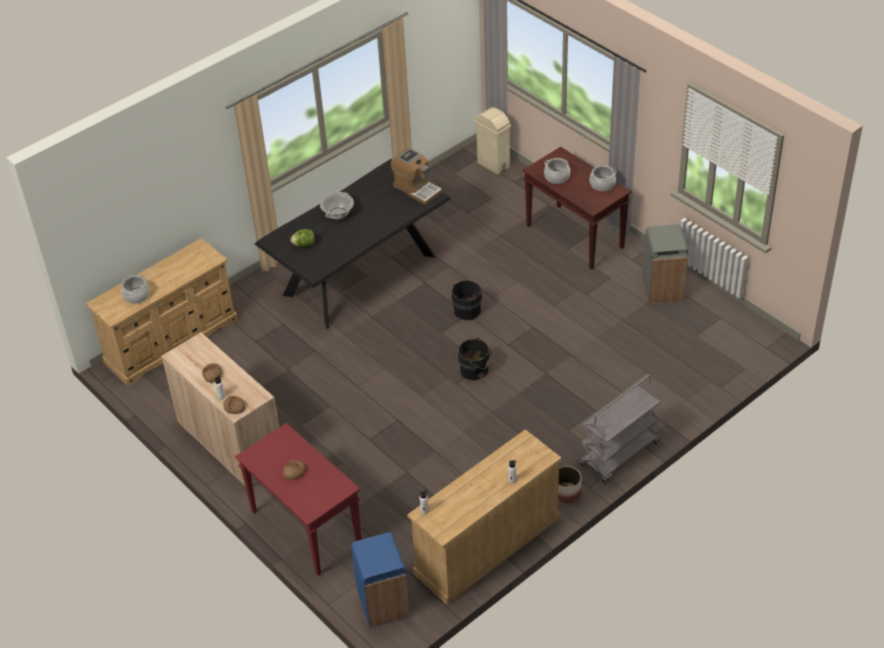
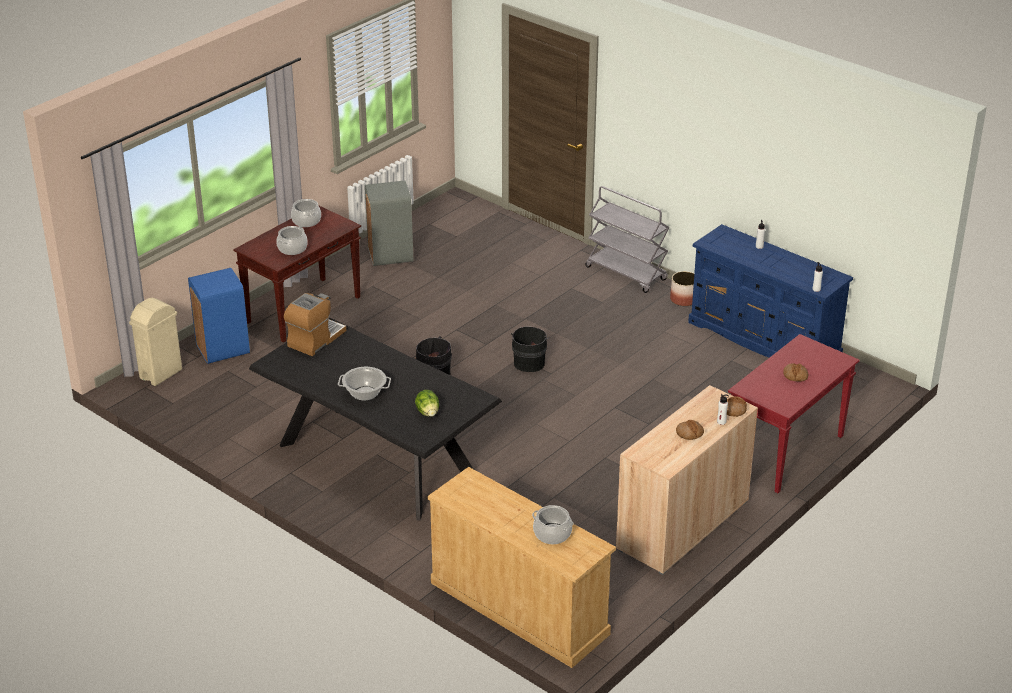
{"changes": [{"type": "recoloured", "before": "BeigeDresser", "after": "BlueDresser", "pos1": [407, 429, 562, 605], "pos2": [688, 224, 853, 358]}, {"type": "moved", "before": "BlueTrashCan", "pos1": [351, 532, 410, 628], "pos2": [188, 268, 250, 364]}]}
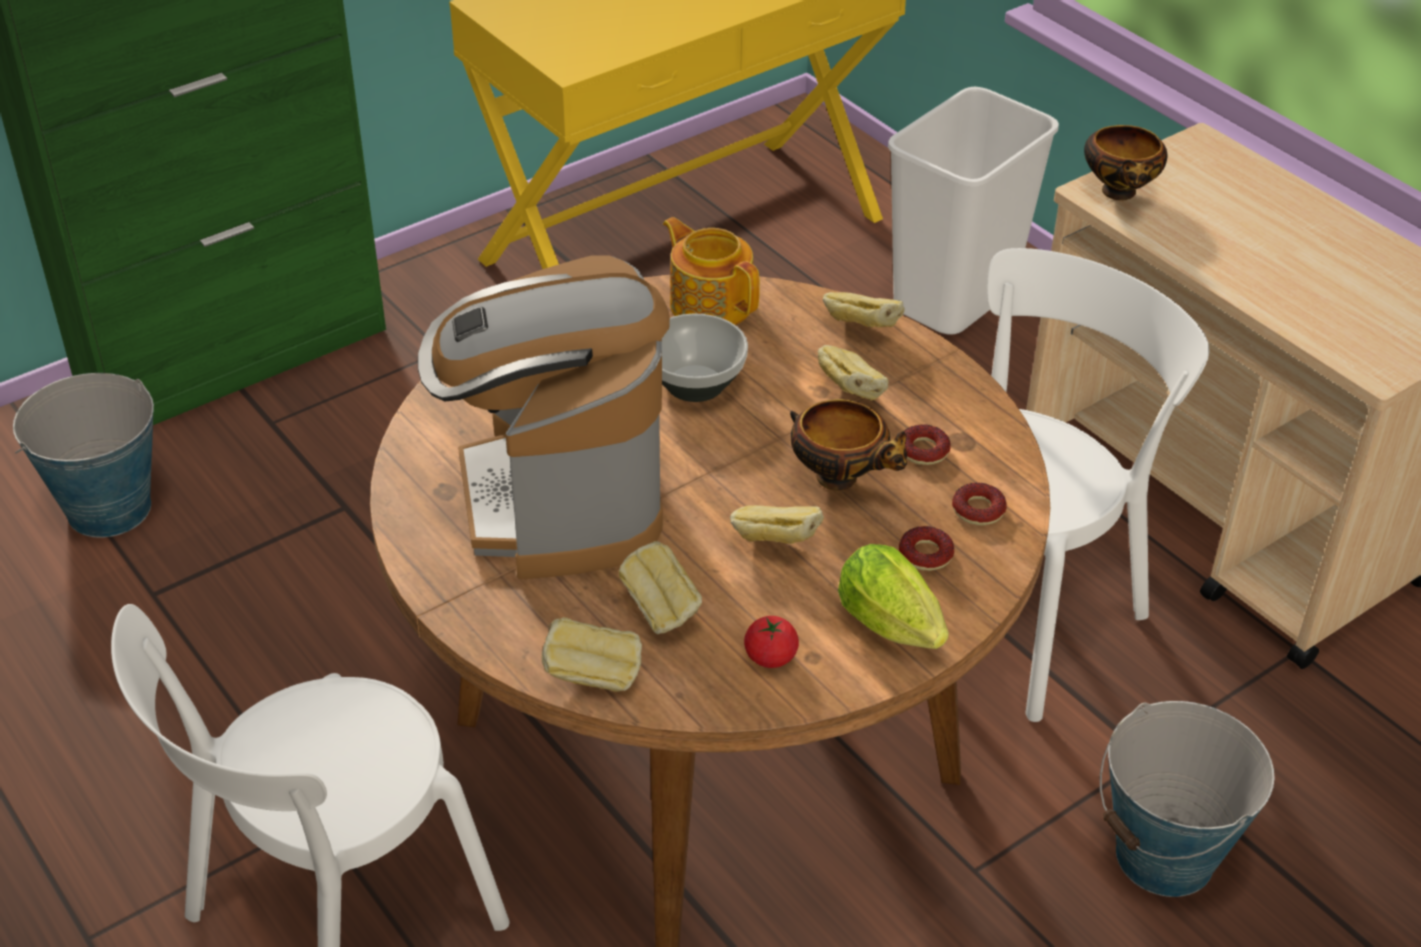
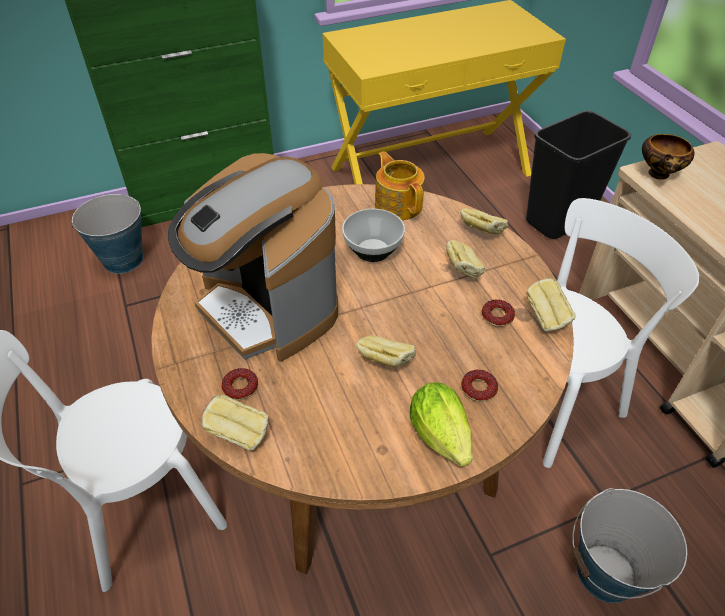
{"changes": [{"type": "recoloured", "before": "WhiteTrashCan", "after": "BlackTrashCan", "pos1": [888, 87, 1059, 335], "pos2": [526, 111, 631, 239]}, {"type": "turned", "before": "CoffeeMachine", "pos1": [418, 255, 670, 579], "pos2": [168, 153, 338, 362], "turn": -45}, {"type": "removed", "before": "Bowl", "pos1": [790, 399, 907, 491]}, {"type": "moved", "before": "Donut", "pos1": [952, 483, 1006, 525], "pos2": [222, 368, 258, 400]}, {"type": "moved", "before": "Bread", "pos1": [619, 541, 702, 634], "pos2": [526, 278, 576, 331]}, {"type": "removed", "before": "Tomato", "pos1": [744, 616, 799, 668]}]}
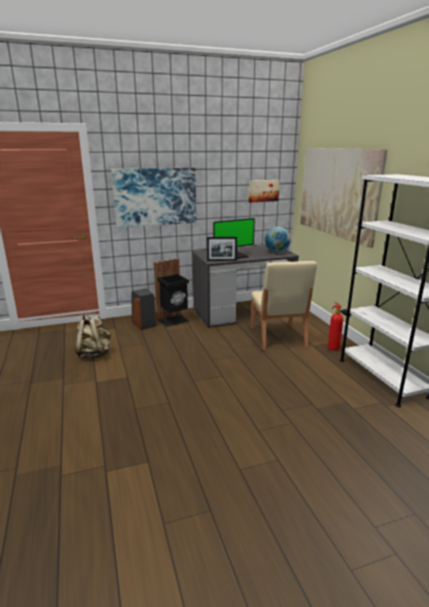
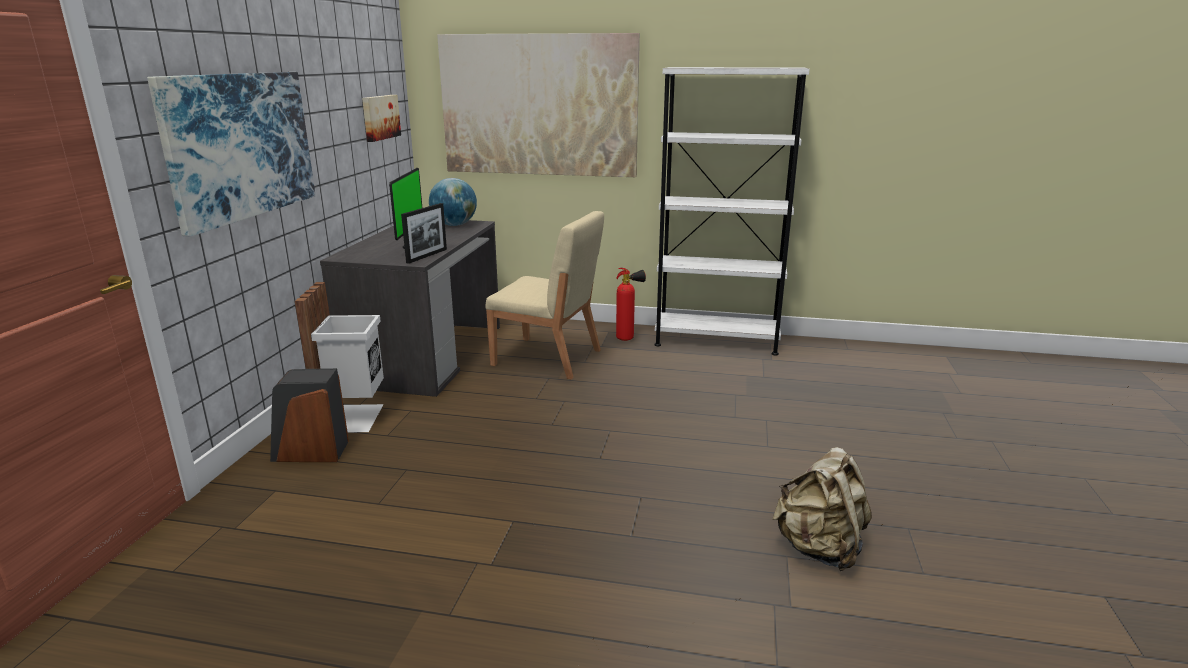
{"changes": [{"type": "recoloured", "before": "BlackTrashCan", "after": "WhiteTrashCan", "pos1": [154, 258, 189, 327], "pos2": [295, 282, 384, 433]}, {"type": "moved", "before": "BeigeBackpack", "pos1": [75, 315, 111, 358], "pos2": [772, 447, 872, 571]}]}
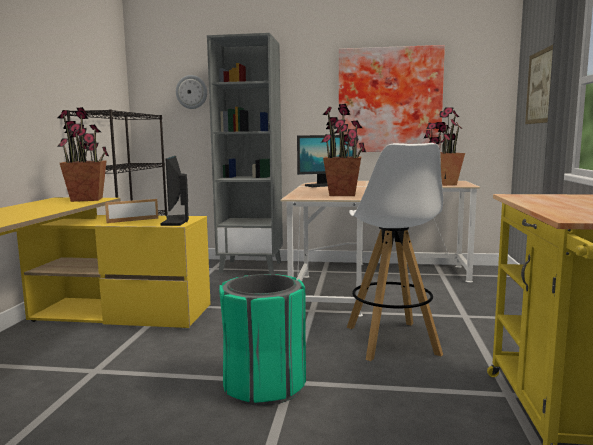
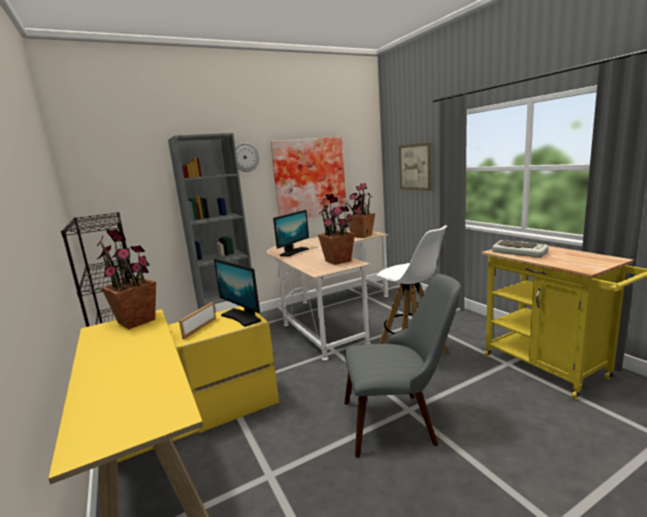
{"changes": [{"type": "moved", "before": "WallClock", "pos1": [176, 75, 207, 109], "pos2": [235, 143, 259, 172]}, {"type": "replaced", "before": "GreenTrashCan", "after": "GreyChair", "pos1": [219, 274, 306, 406], "pos2": [344, 274, 461, 458]}, {"type": "added", "after": "Keyboard", "pos2": [492, 240, 549, 258]}]}
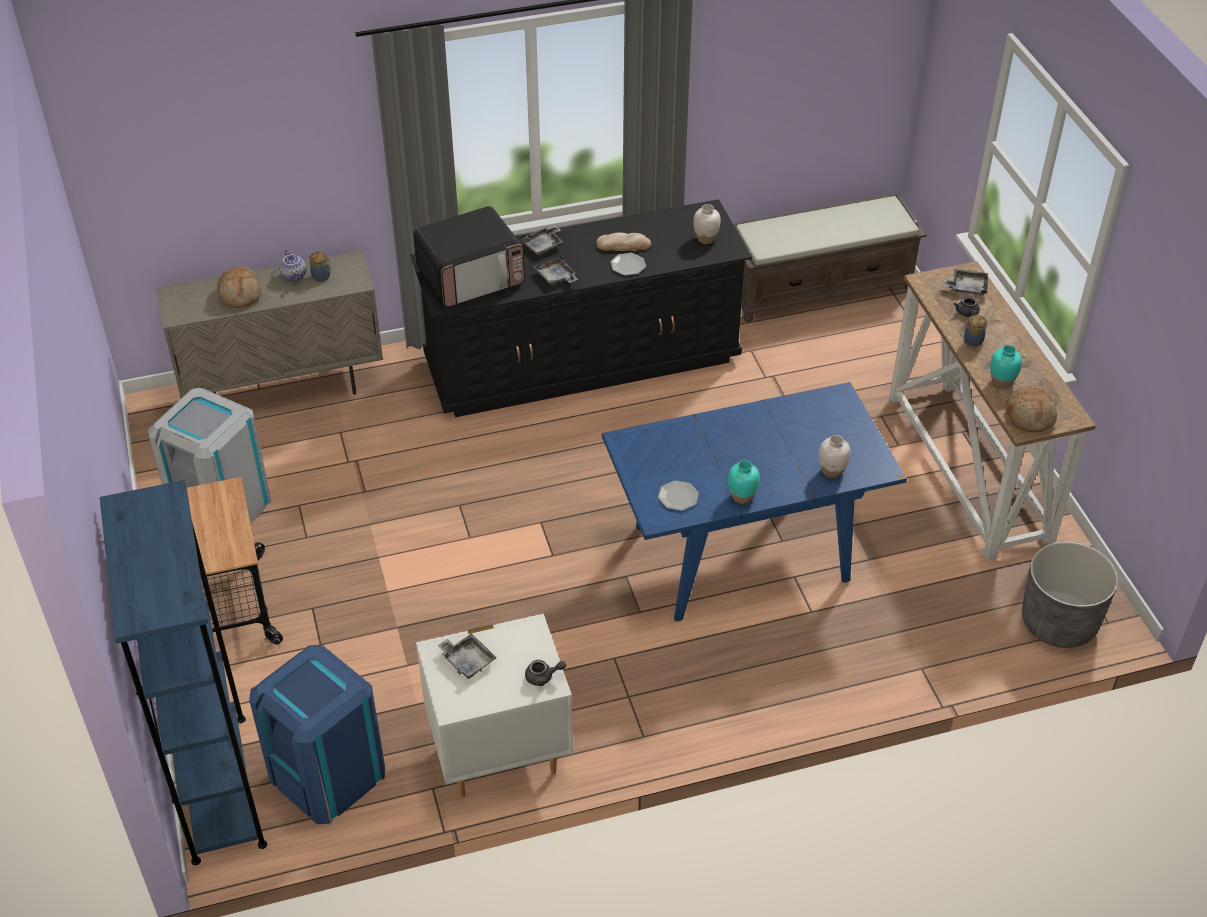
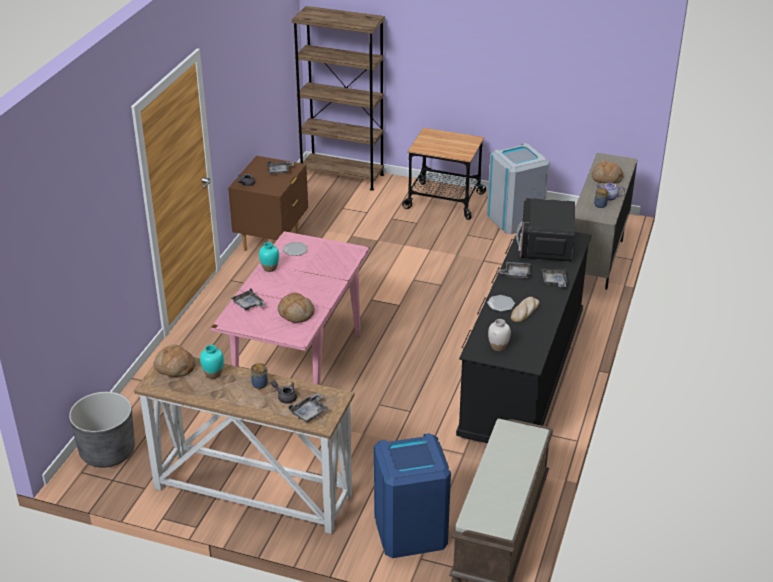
{"changes": [{"type": "recoloured", "before": "BlueDiningTable", "after": "PinkDiningTable", "pos1": [602, 382, 907, 621], "pos2": [210, 231, 370, 385]}, {"type": "replaced", "before": "WhiteVase", "after": "GreyTray", "pos1": [819, 435, 851, 478], "pos2": [231, 288, 266, 310]}, {"type": "recoloured", "before": "BlueBookcase", "after": "BrownBookcase", "pos1": [99, 480, 267, 865], "pos2": [292, 6, 385, 191]}, {"type": "recoloured", "before": "WhiteNightstand", "after": "BrownNightstand", "pos1": [416, 613, 573, 797], "pos2": [228, 156, 308, 251]}, {"type": "moved", "before": "BlueTrashCan", "pos1": [249, 645, 385, 824], "pos2": [374, 433, 451, 558]}, {"type": "added", "after": "Bread", "pos2": [278, 292, 315, 323]}]}
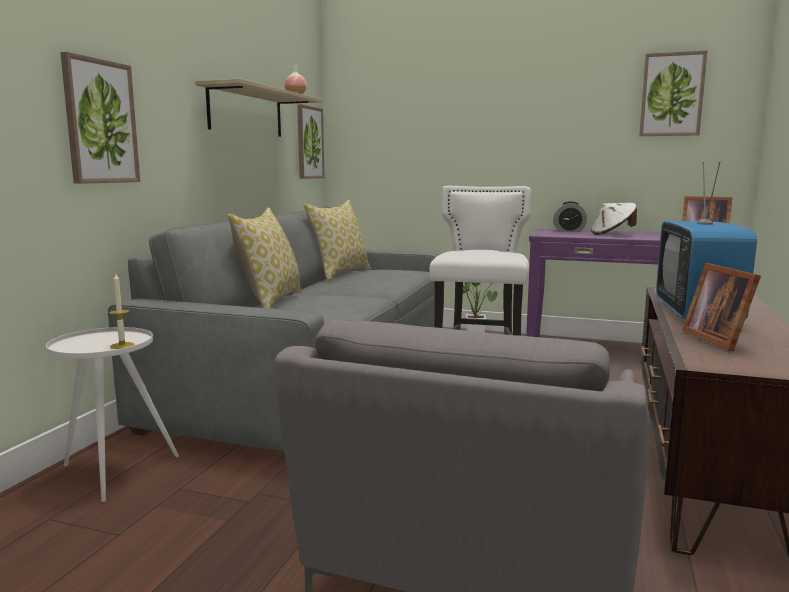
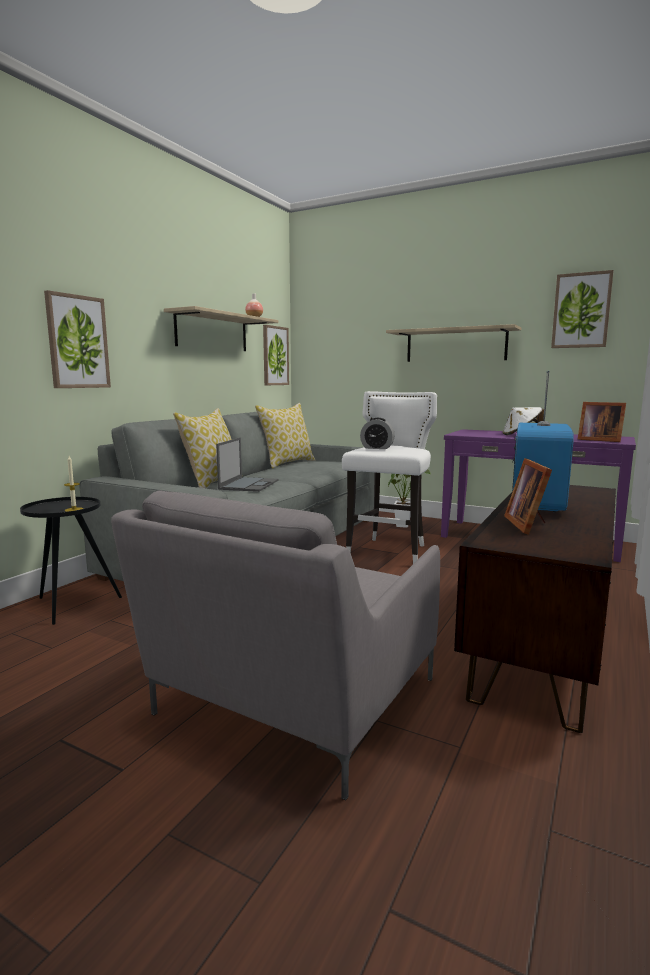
{"changes": [{"type": "moved", "before": "AlarmClock", "pos1": [553, 201, 587, 232], "pos2": [360, 418, 395, 449]}, {"type": "recoloured", "before": "WhiteSideTable", "after": "BlackSideTable", "pos1": [46, 327, 179, 502], "pos2": [20, 497, 122, 625]}, {"type": "added", "after": "Shelf", "pos2": [386, 324, 521, 362]}, {"type": "added", "after": "Laptop", "pos2": [216, 438, 278, 492]}]}
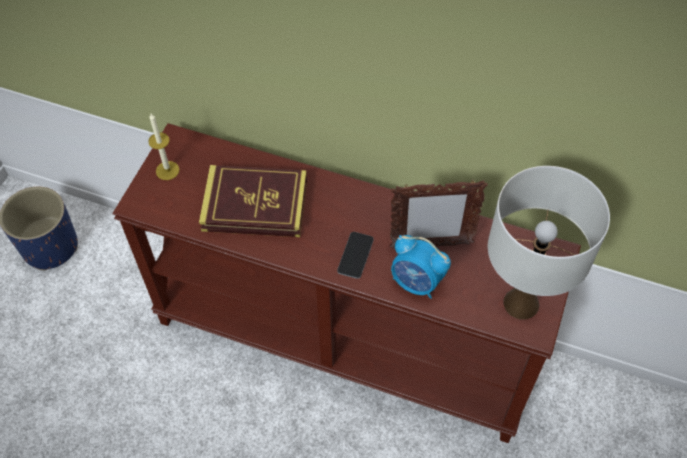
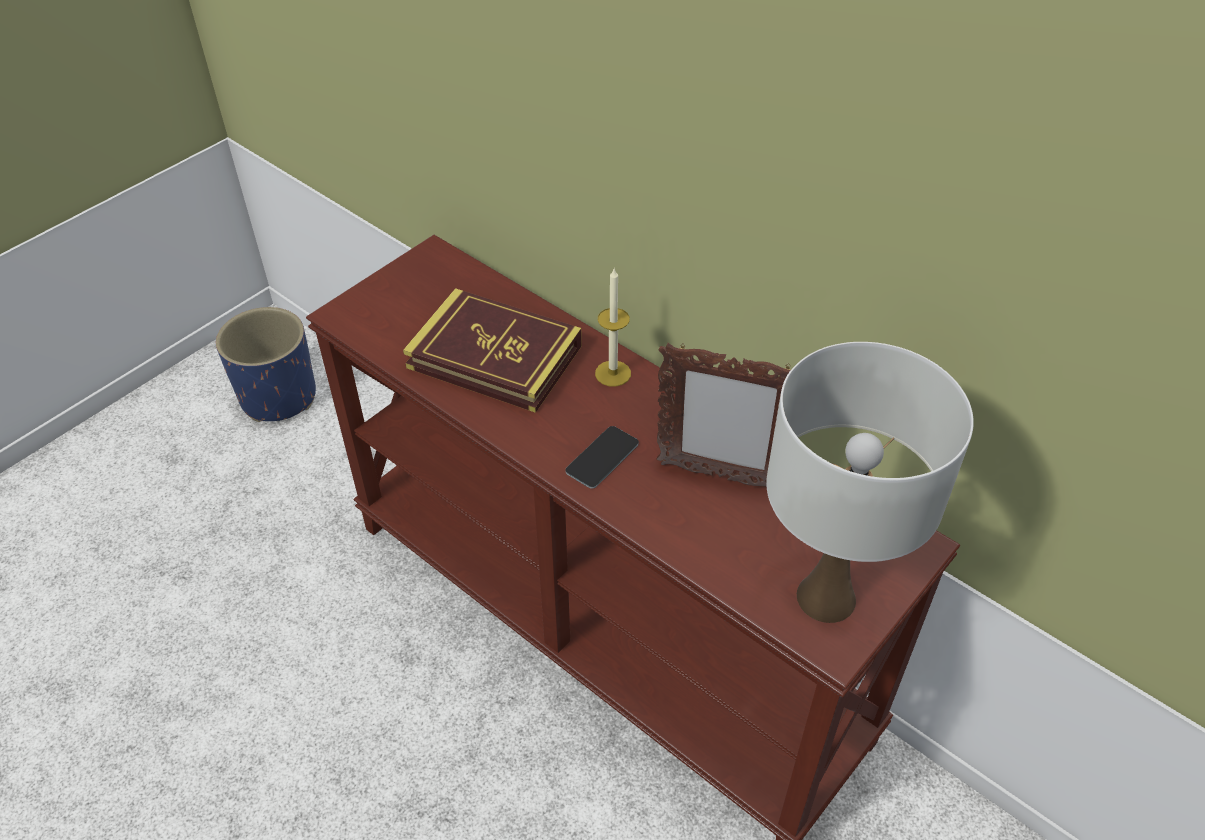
{"changes": [{"type": "moved", "before": "Candle", "pos1": [148, 114, 180, 180], "pos2": [595, 269, 631, 387]}, {"type": "removed", "before": "AlarmClock", "pos1": [391, 235, 451, 299]}]}
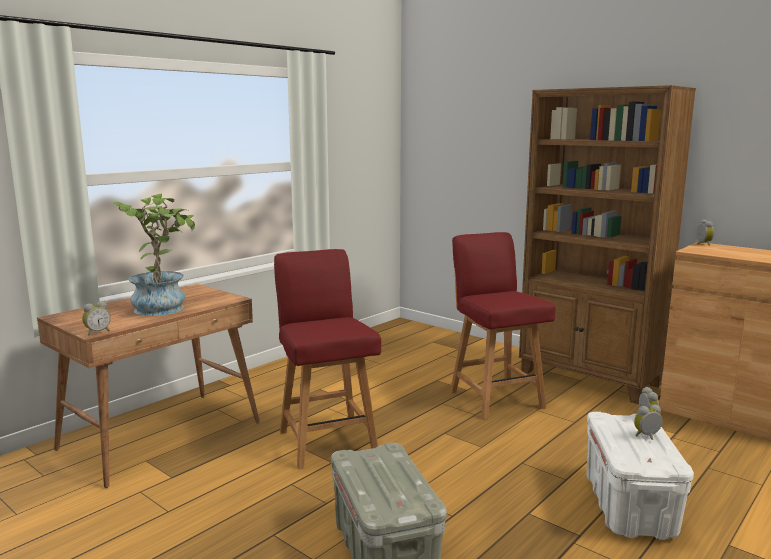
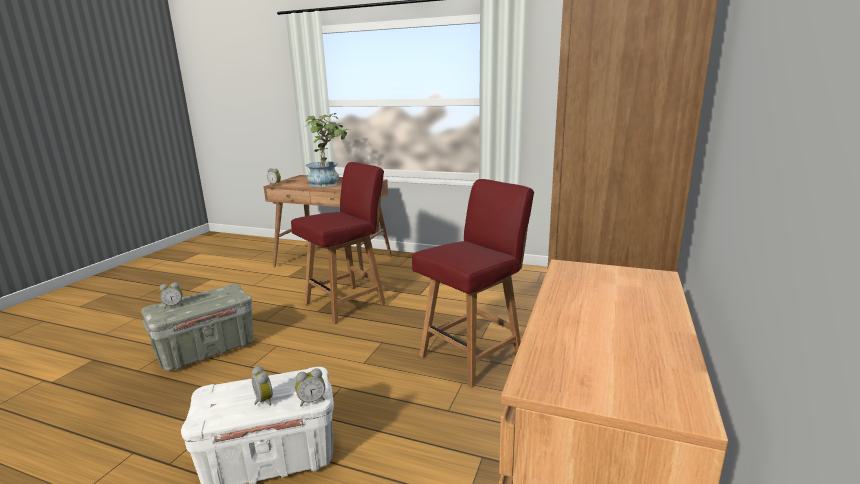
{"changes": [{"type": "moved", "before": "AlarmClock", "pos1": [696, 219, 714, 246], "pos2": [160, 282, 183, 308]}]}
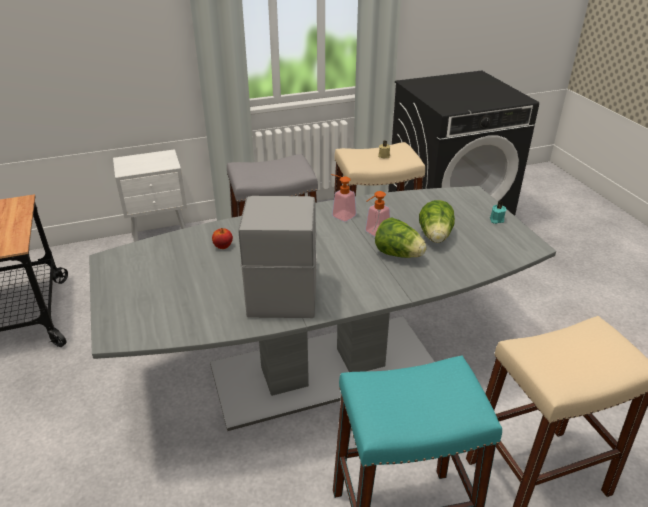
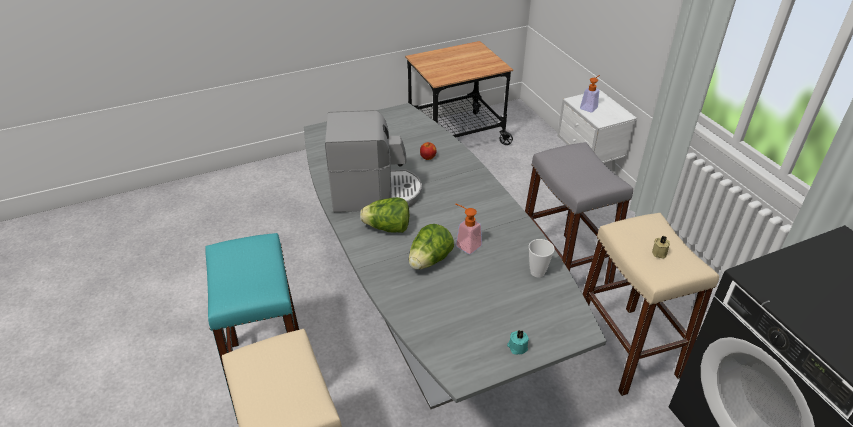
{"changes": [{"type": "moved", "before": "SoapDispenser", "pos1": [331, 174, 356, 222], "pos2": [580, 75, 600, 113]}, {"type": "moved", "before": "Lettuce", "pos1": [419, 200, 455, 243], "pos2": [360, 197, 409, 233]}, {"type": "added", "after": "Cup", "pos2": [528, 239, 555, 277]}]}
